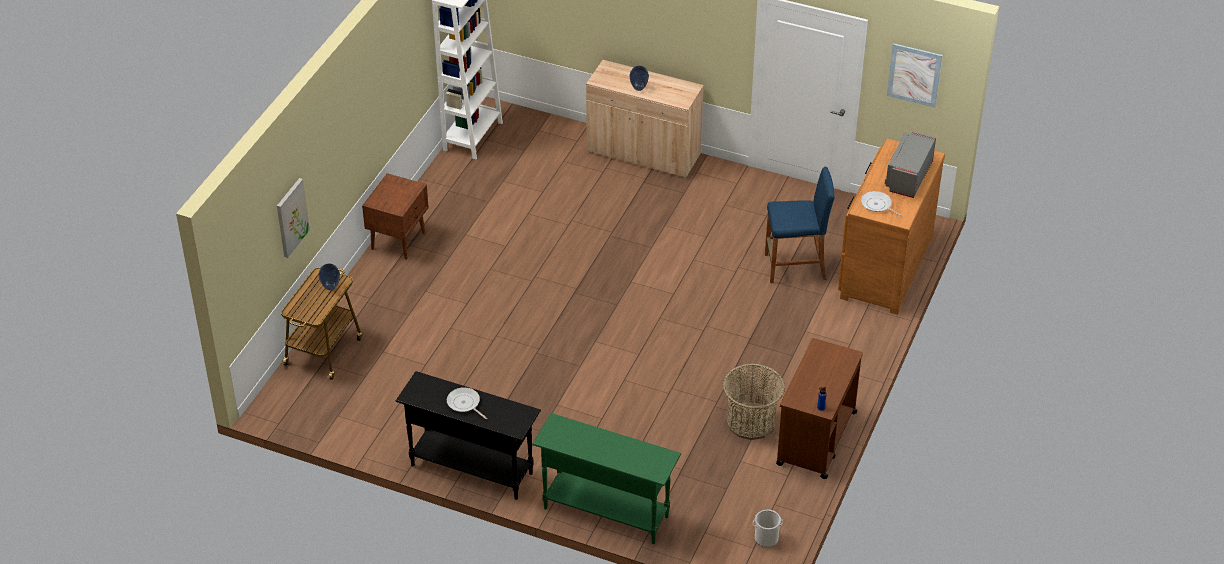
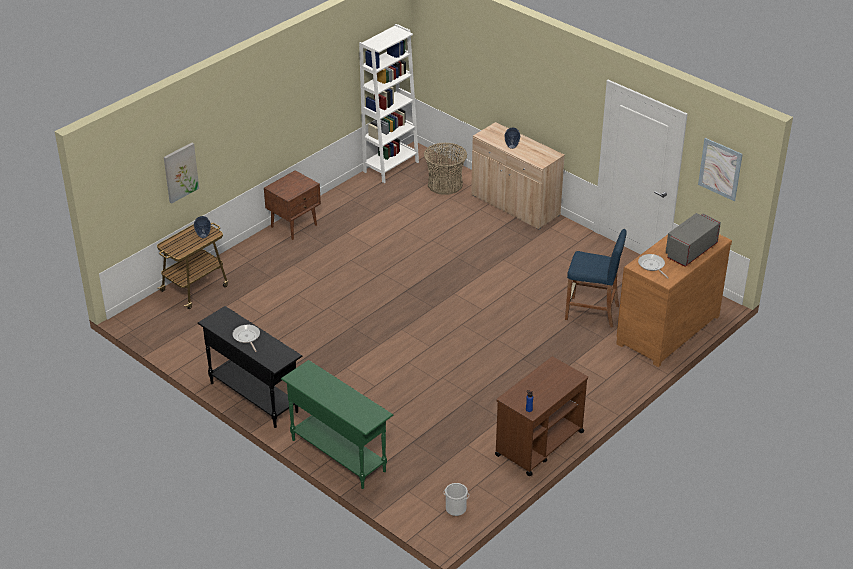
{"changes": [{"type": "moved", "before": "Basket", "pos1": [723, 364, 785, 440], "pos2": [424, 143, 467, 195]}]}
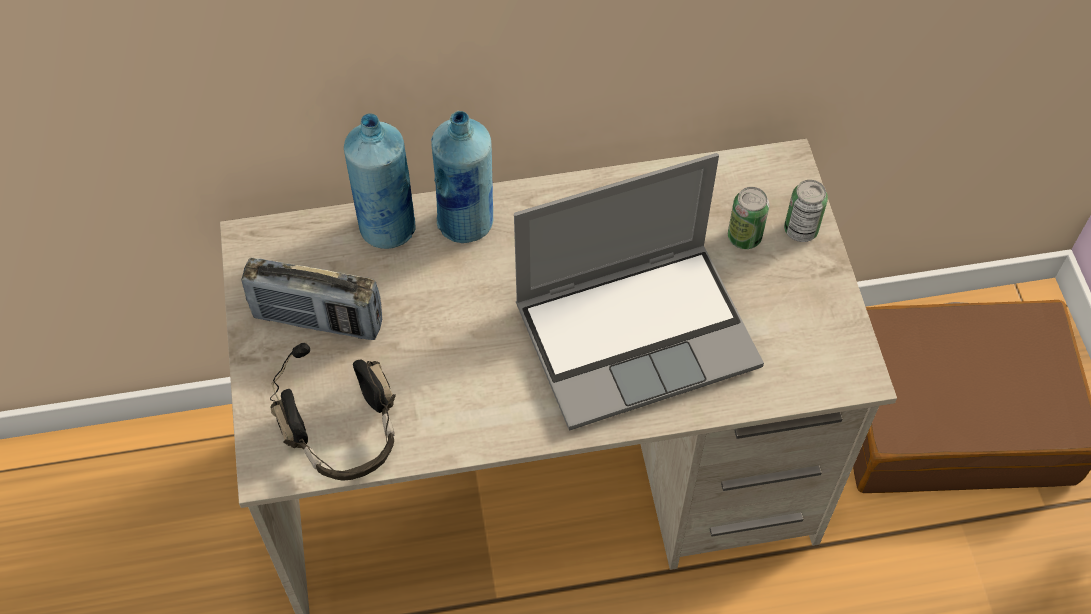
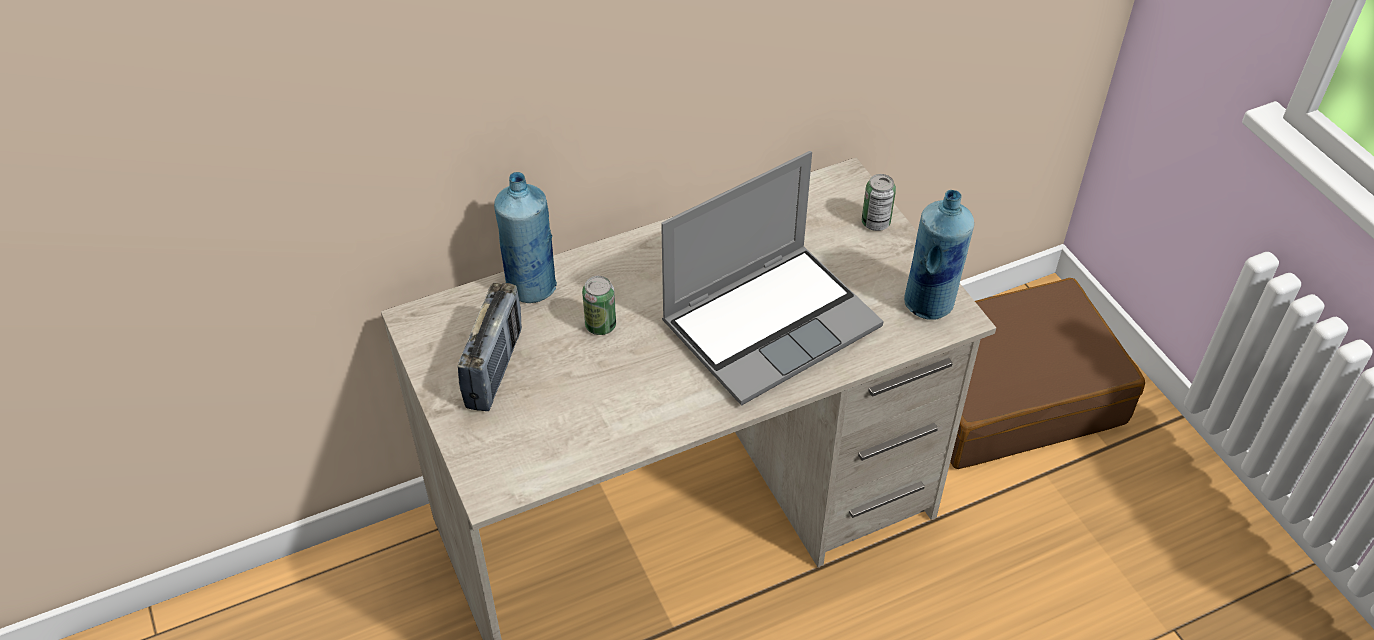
{"changes": [{"type": "moved", "before": "BlueBottle", "pos1": [431, 111, 493, 243], "pos2": [904, 190, 974, 320]}, {"type": "moved", "before": "Can", "pos1": [728, 187, 769, 249], "pos2": [582, 276, 616, 335]}, {"type": "turned", "before": "Radio", "pos1": [241, 258, 382, 340], "pos2": [458, 283, 522, 411], "turn": -75}, {"type": "removed", "before": "BlackHeadphones", "pos1": [270, 343, 396, 481]}]}
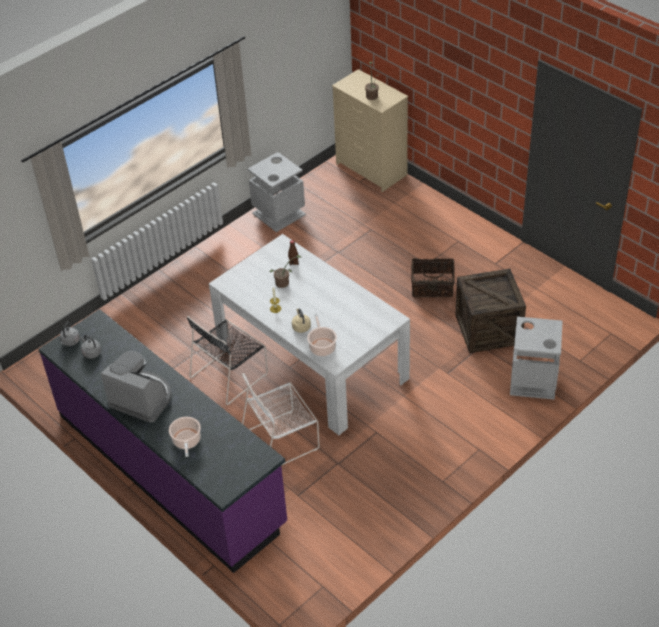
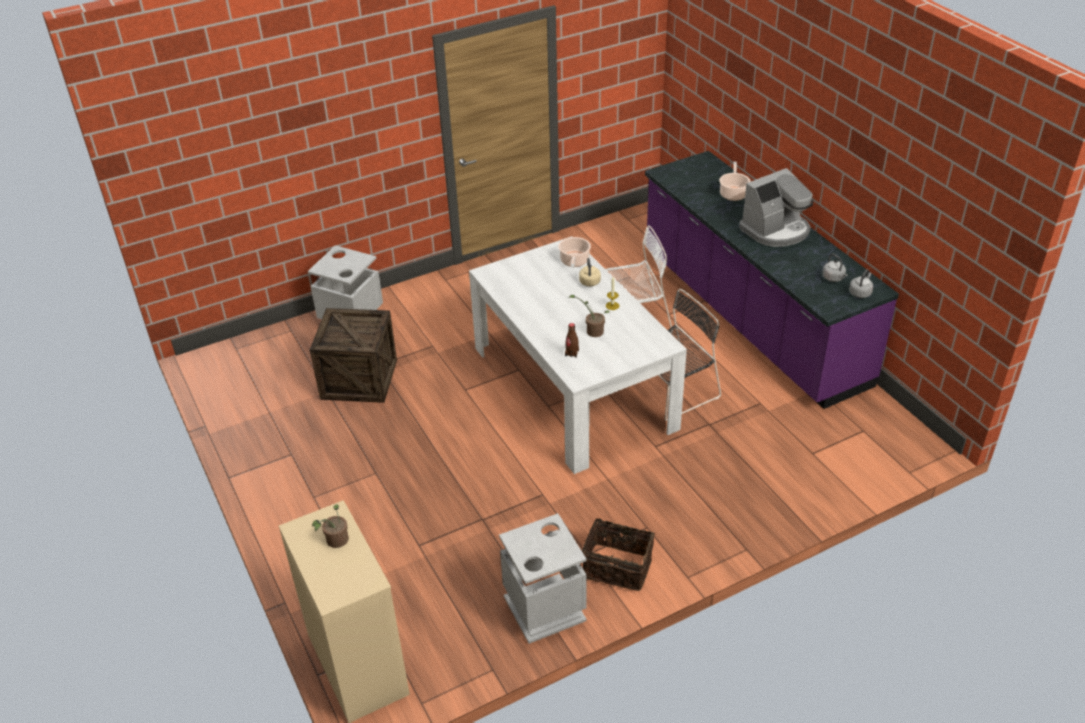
{"changes": [{"type": "moved", "before": "Basket", "pos1": [411, 258, 455, 298], "pos2": [582, 516, 655, 591]}, {"type": "turned", "before": "CoffeeMachine", "pos1": [101, 351, 172, 423], "pos2": [739, 168, 813, 247], "turn": -75}]}
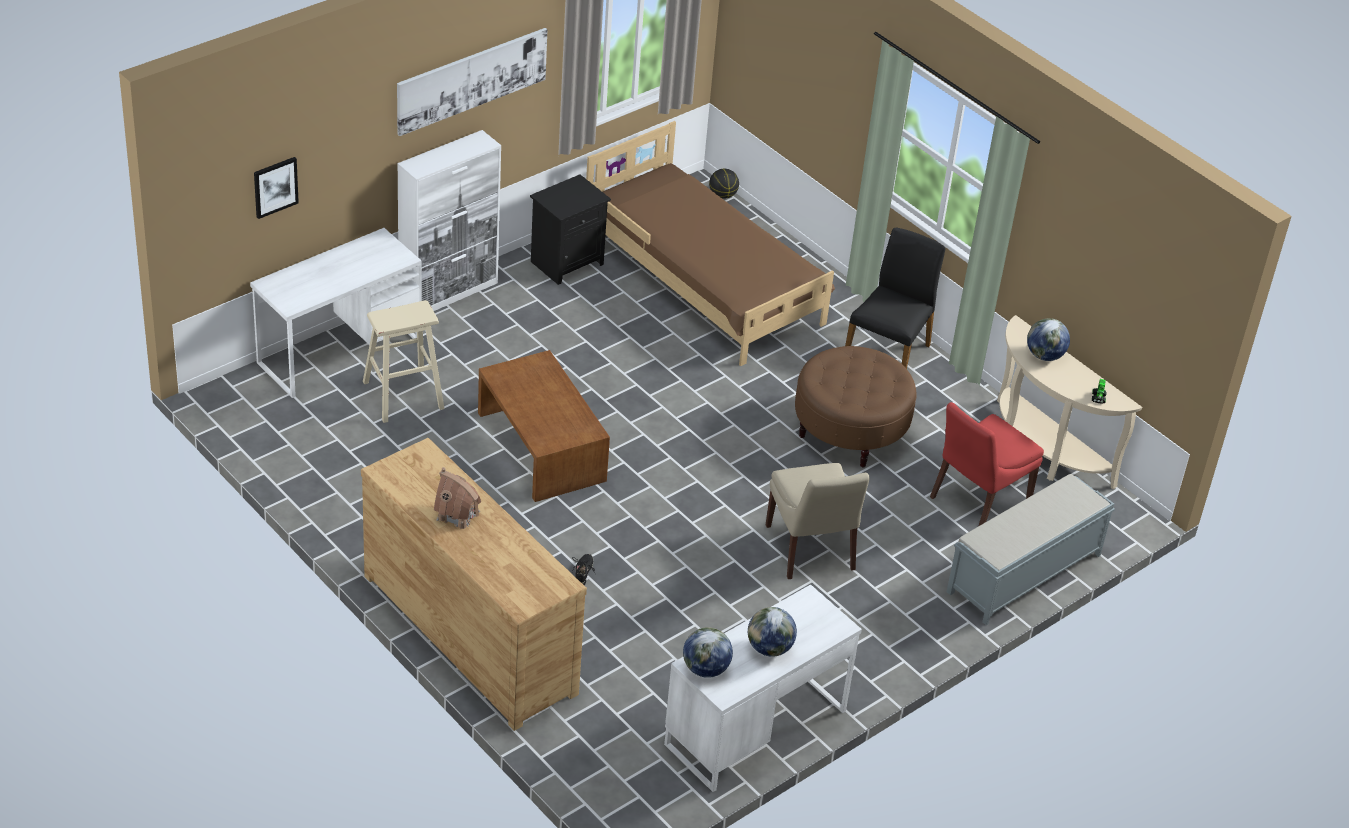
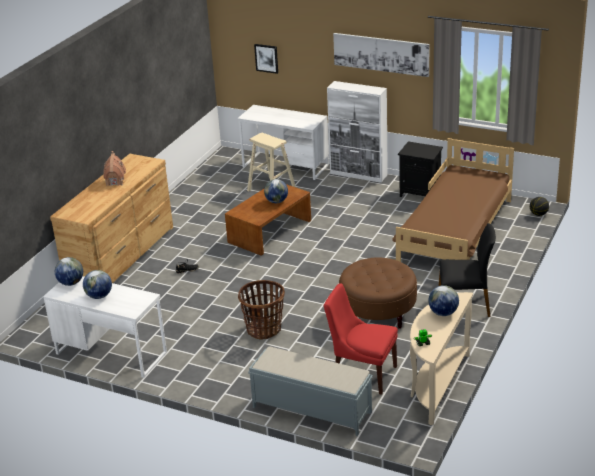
{"changes": [{"type": "replaced", "before": "BeigeChair", "after": "Basket", "pos1": [766, 463, 870, 579], "pos2": [238, 280, 285, 340]}, {"type": "added", "after": "Globe", "pos2": [264, 179, 288, 203]}]}
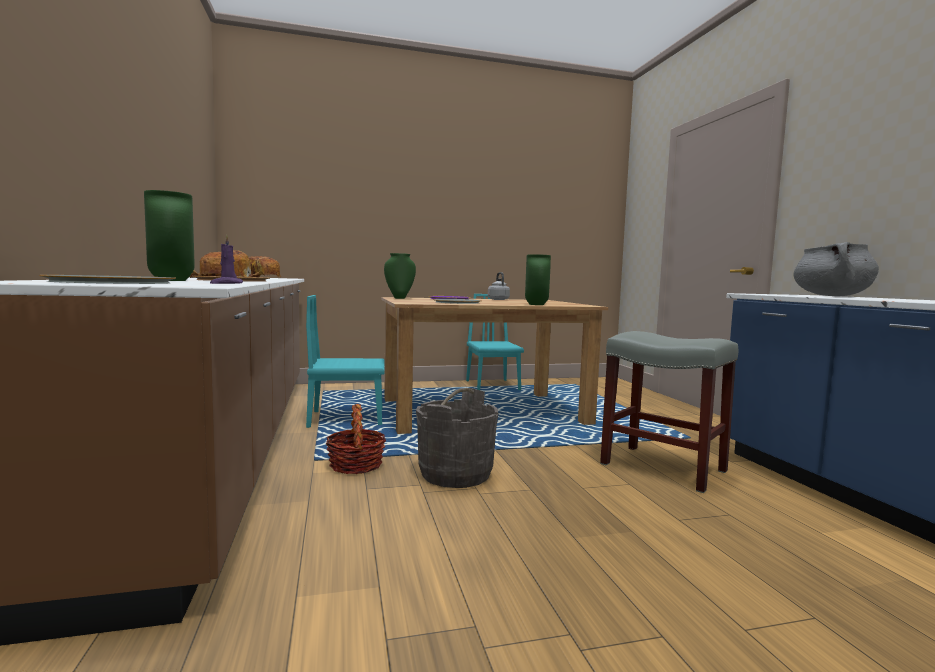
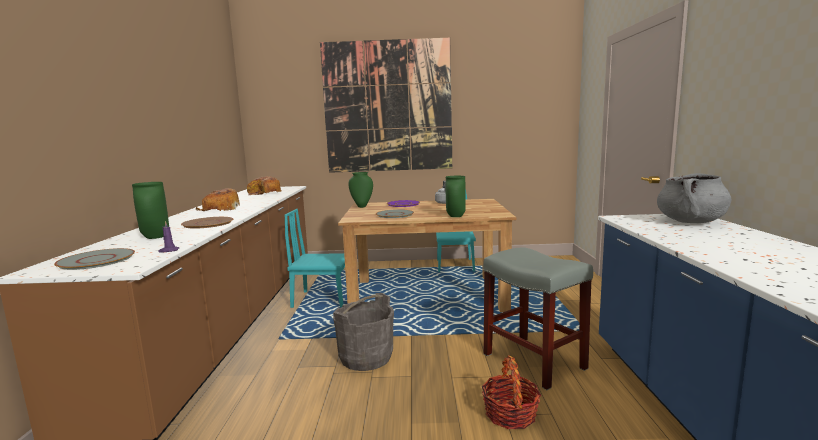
{"changes": [{"type": "moved", "before": "Basket", "pos1": [326, 404, 386, 474], "pos2": [482, 355, 541, 430]}, {"type": "added", "after": "Picture", "pos2": [320, 38, 452, 173]}]}
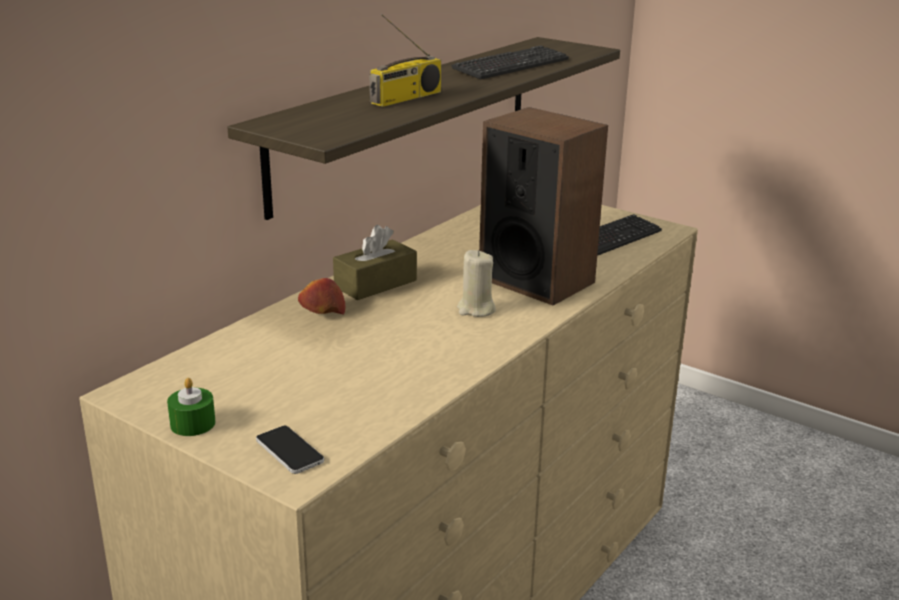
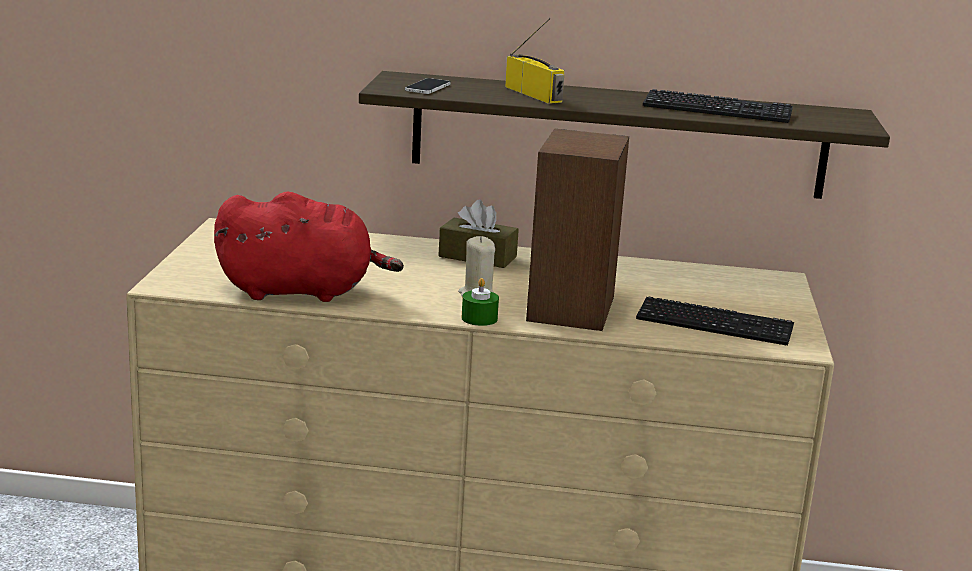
{"changes": [{"type": "turned", "before": "Radio", "pos1": [369, 14, 441, 107], "pos2": [505, 18, 564, 104], "turn": -135}, {"type": "removed", "before": "Apple", "pos1": [298, 278, 346, 314]}, {"type": "moved", "before": "GreenCandle", "pos1": [167, 378, 215, 436], "pos2": [462, 278, 499, 326]}, {"type": "moved", "before": "Phone", "pos1": [256, 426, 324, 474], "pos2": [405, 78, 451, 94]}, {"type": "added", "after": "RedPlushToy", "pos2": [214, 192, 404, 302]}]}
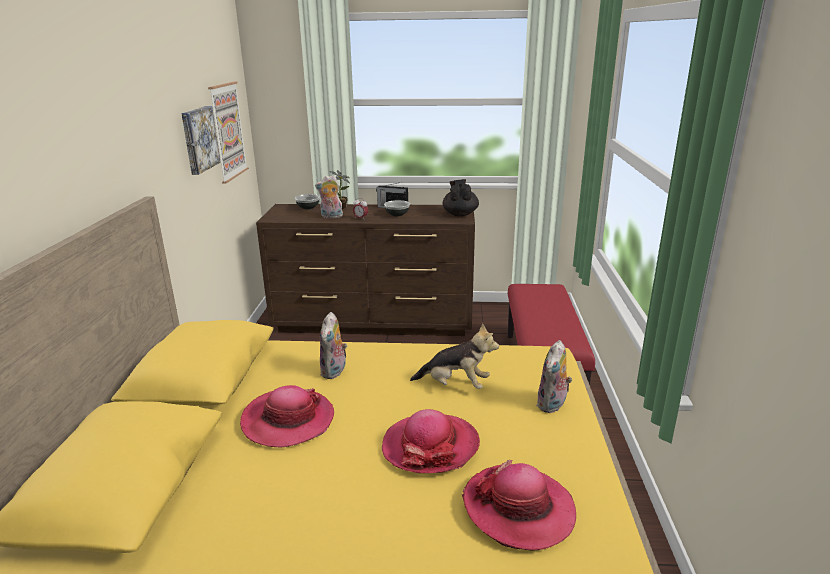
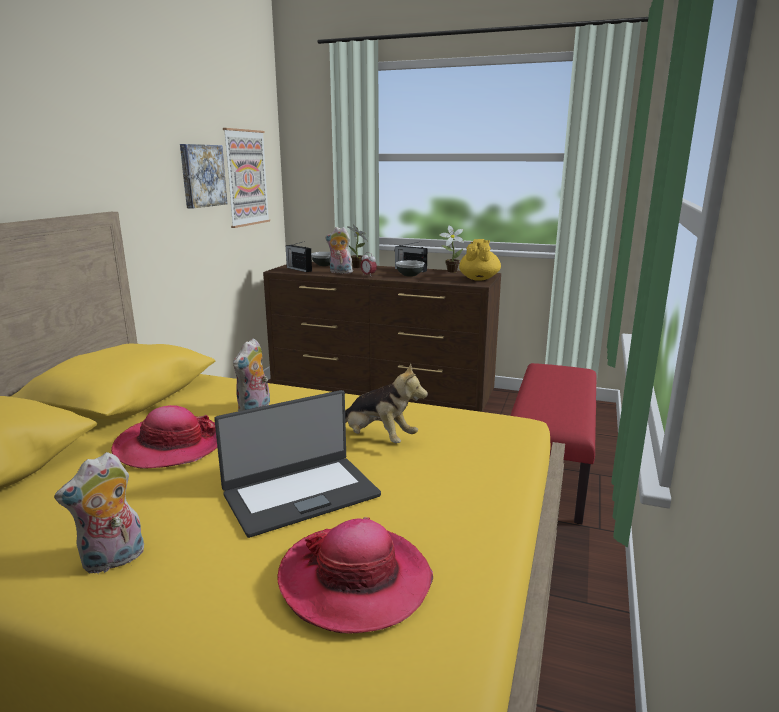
{"changes": [{"type": "recoloured", "before": "BlackTeapot", "after": "YellowTeapot", "pos1": [442, 179, 479, 216], "pos2": [459, 239, 501, 281]}, {"type": "moved", "before": "PlushToy", "pos1": [537, 340, 572, 413], "pos2": [54, 452, 144, 574]}, {"type": "replaced", "before": "Hat", "after": "Laptop", "pos1": [382, 409, 480, 473], "pos2": [214, 390, 381, 538]}, {"type": "added", "after": "PottedPlant", "pos2": [439, 225, 464, 273]}, {"type": "added", "after": "Radio", "pos2": [286, 241, 312, 272]}]}
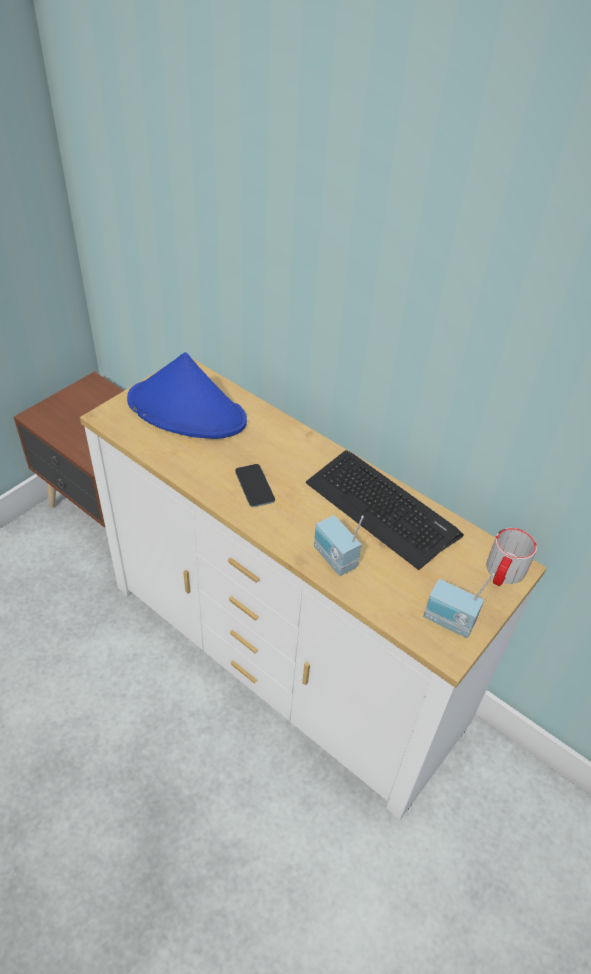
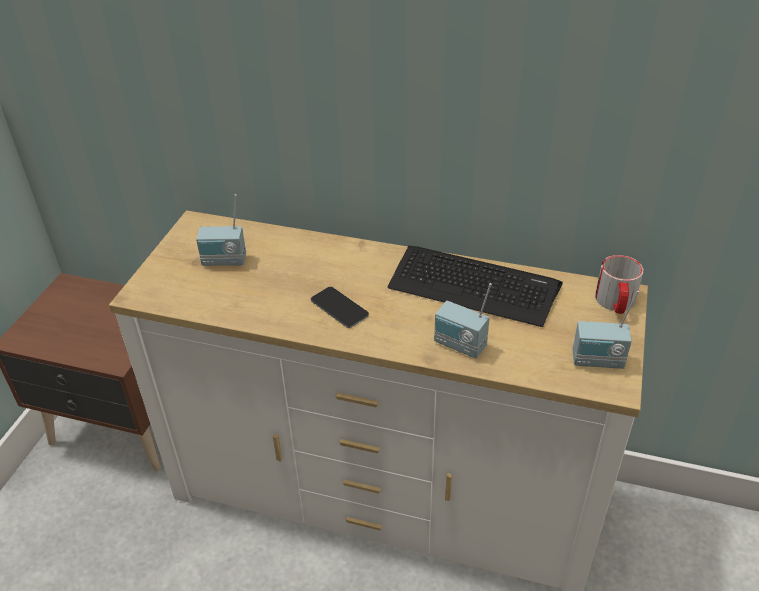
{"changes": [{"type": "replaced", "before": "BlueHat", "after": "Radio", "pos1": [127, 352, 247, 439], "pos2": [196, 194, 246, 266]}]}
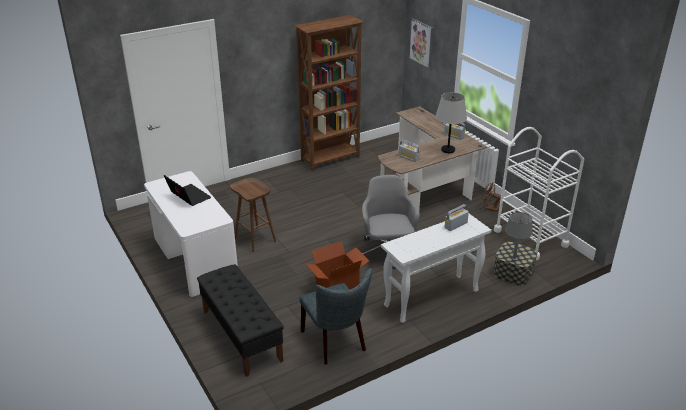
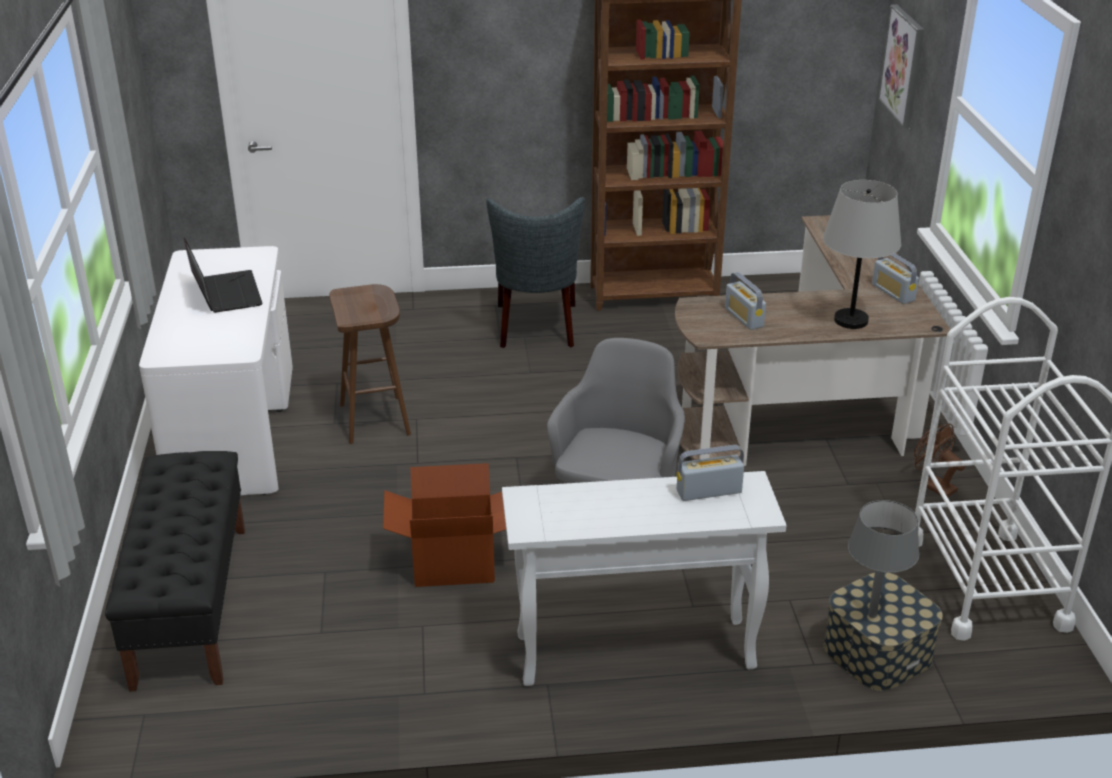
{"changes": [{"type": "moved", "before": "GreyChair", "pos1": [299, 268, 372, 365], "pos2": [486, 197, 585, 348]}]}
